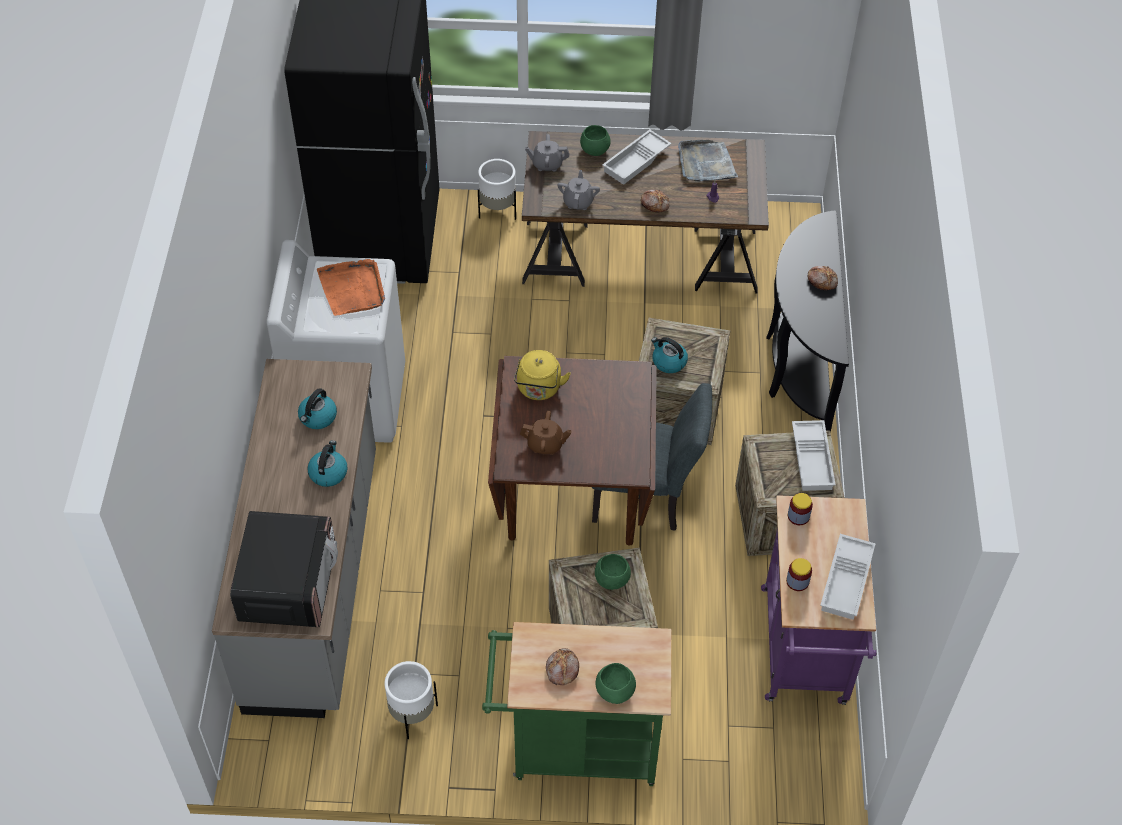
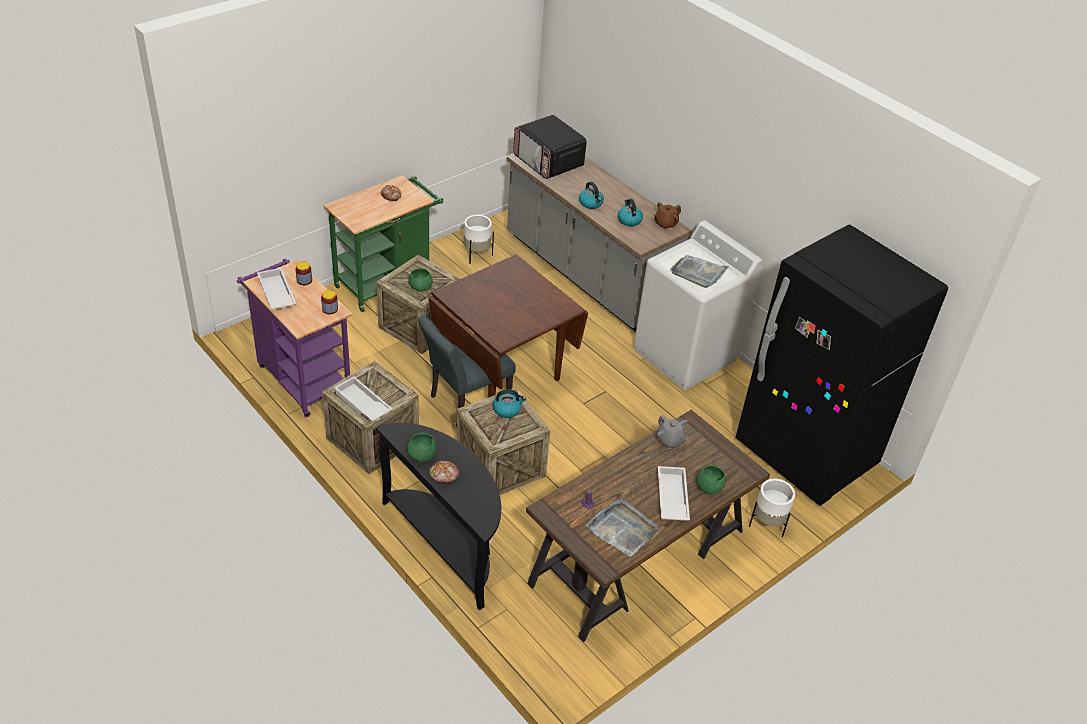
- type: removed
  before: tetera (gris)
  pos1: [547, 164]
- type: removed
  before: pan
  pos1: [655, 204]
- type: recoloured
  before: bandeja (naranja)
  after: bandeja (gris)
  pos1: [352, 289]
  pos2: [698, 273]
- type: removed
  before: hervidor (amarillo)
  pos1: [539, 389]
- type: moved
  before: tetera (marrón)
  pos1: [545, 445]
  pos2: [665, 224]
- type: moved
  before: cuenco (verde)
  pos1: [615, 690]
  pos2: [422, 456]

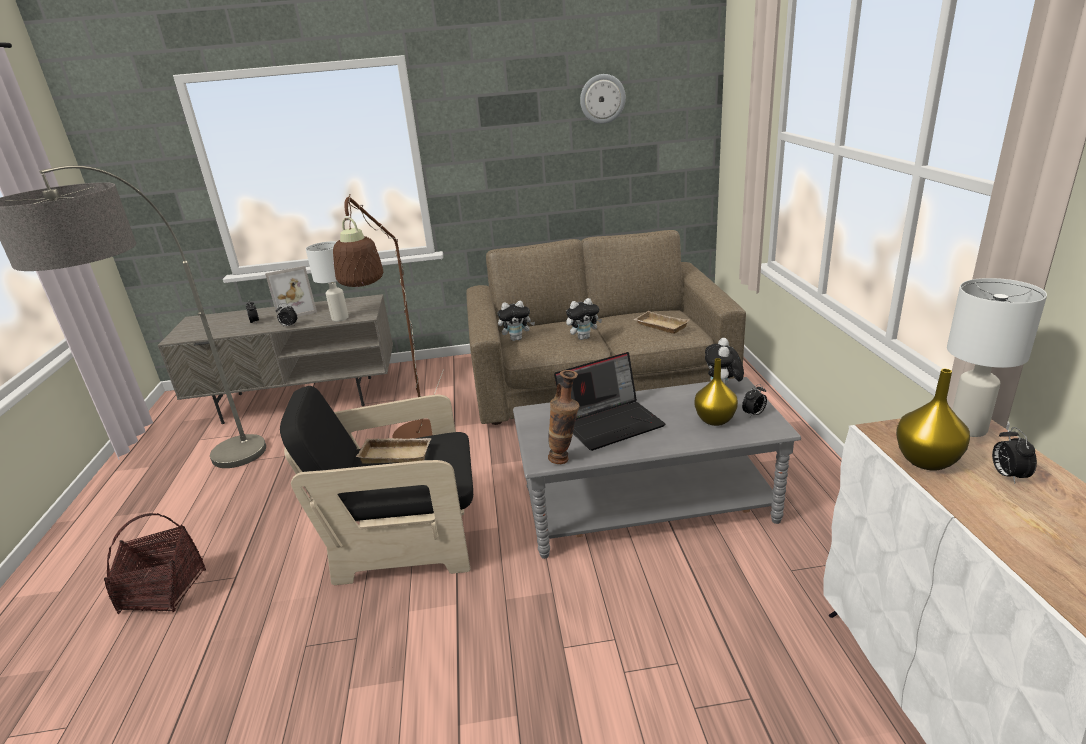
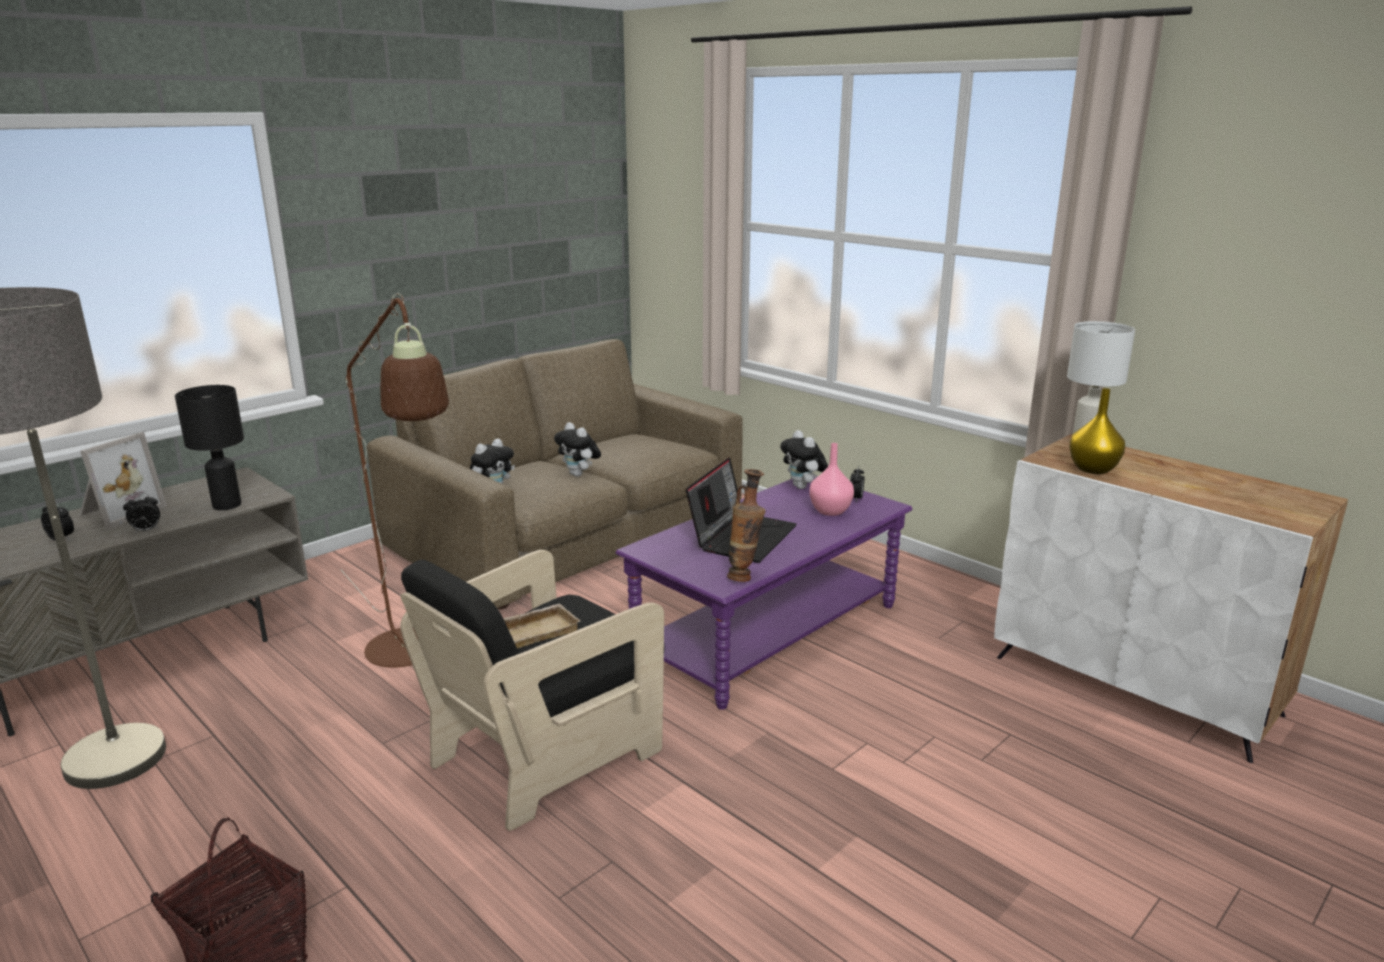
- type: removed
  before: reloj de pared
  pos1: [602, 99]
- type: recoloured
  before: lámpara de mesa (blanco)
  after: lámpara de mesa (negro)
  pos1: [340, 318]
  pos2: [227, 505]
- type: turned
  before: peluche
  pos1: [584, 337]
  pos2: [579, 475]
  turn: 105
- type: removed
  before: bandeja (beis)
  pos1: [659, 326]
- type: recoloured
  before: florero (amarillo)
  after: florero (rosa)
  pos1: [716, 420]
  pos2: [831, 511]
- type: recoloured
  before: mesa de centro (gris)
  after: mesa de centro (morado)
  pos1: [648, 506]
  pos2: [769, 631]
- type: removed
  before: despertador
  pos1: [1007, 475]

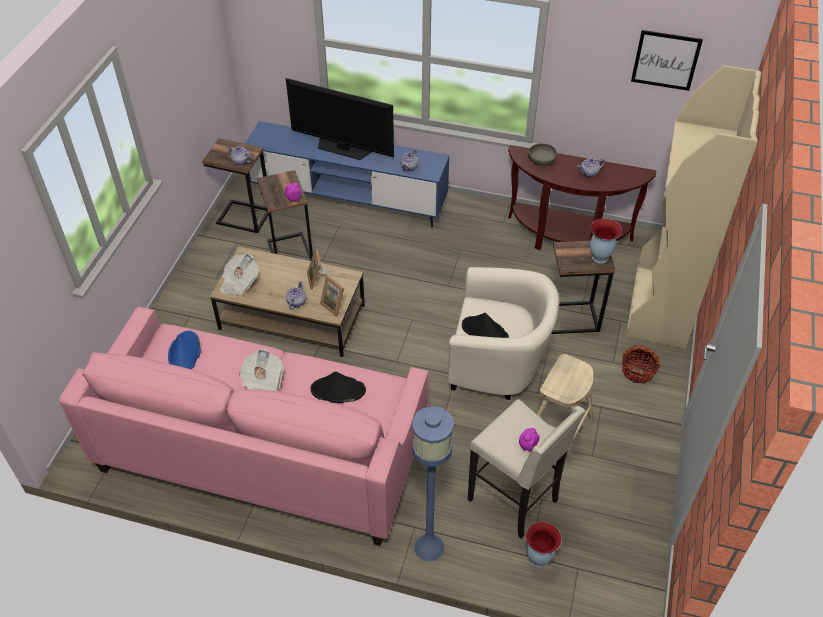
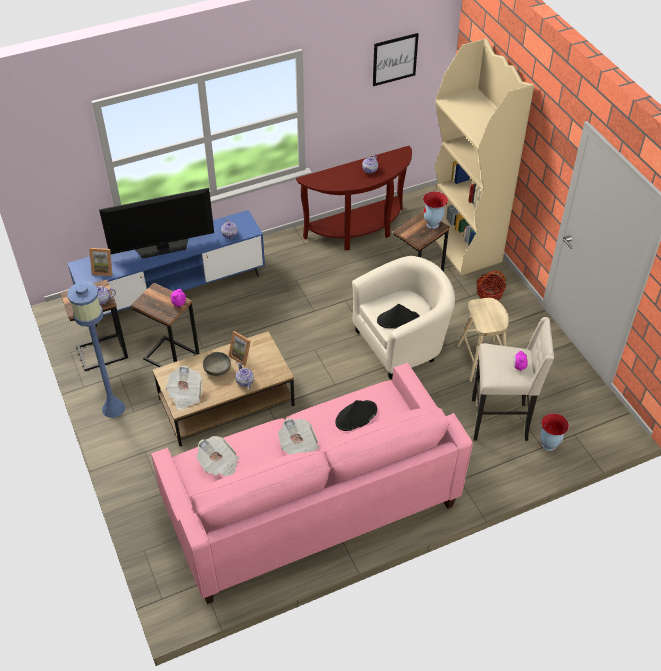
- type: moved
  before: cuenco (gris)
  pos1: [541, 161]
  pos2: [217, 369]
- type: moved
  before: portarretratos
  pos1: [335, 305]
  pos2: [103, 270]
- type: replaced
  before: sombrero (azul)
  after: periódico
  pos1: [184, 353]
  pos2: [219, 464]
- type: moved
  before: lámpara de pie (azul)
  pos1: [428, 547]
  pos2: [113, 408]

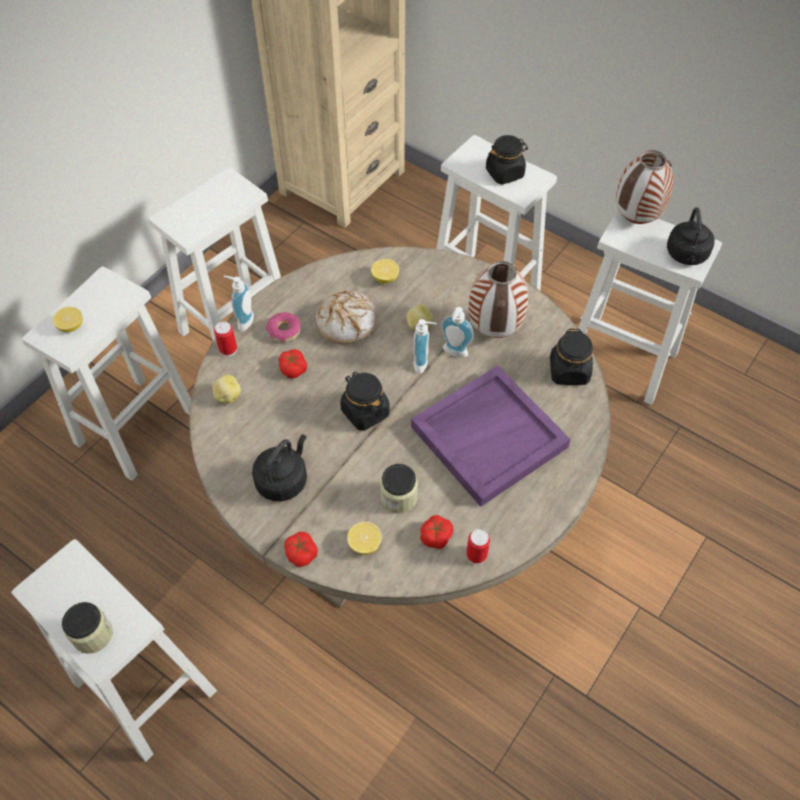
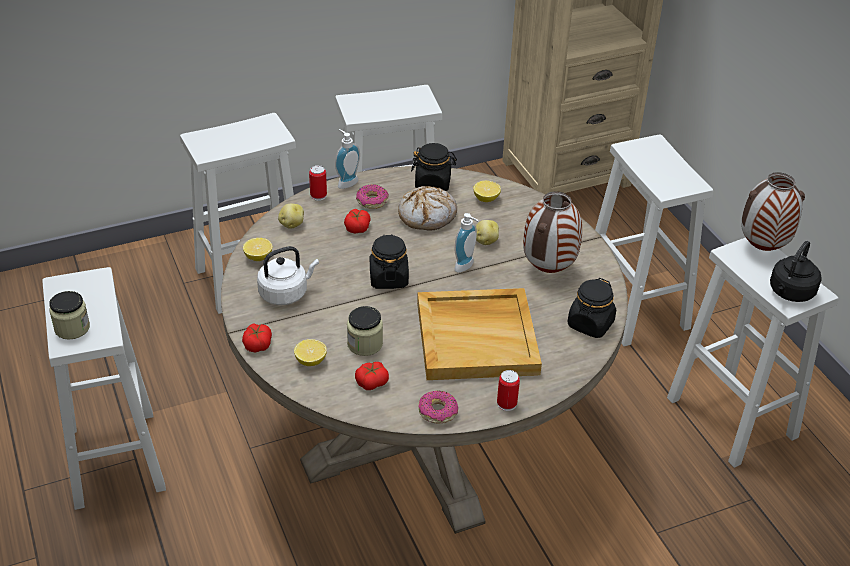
- type: moved
  before: tarro (negro)
  pos1: [505, 173]
  pos2: [433, 183]
- type: moved
  before: limón
  pos1: [71, 326]
  pos2: [258, 257]
- type: removed
  before: dispensador de jabón
  pos1: [454, 353]
- type: recoloured
  before: bandeja (morado)
  after: bandeja (beis)
  pos1: [489, 435]
  pos2: [477, 337]
- type: recoloured
  before: hervidor (negro)
  after: hervidor (blanco)
  pos1: [283, 480]
  pos2: [286, 293]
- type: moved
  before: lata
  pos1: [476, 555]
  pos2: [506, 404]
- type: added
  after: rosquilla
  pos2: [437, 411]

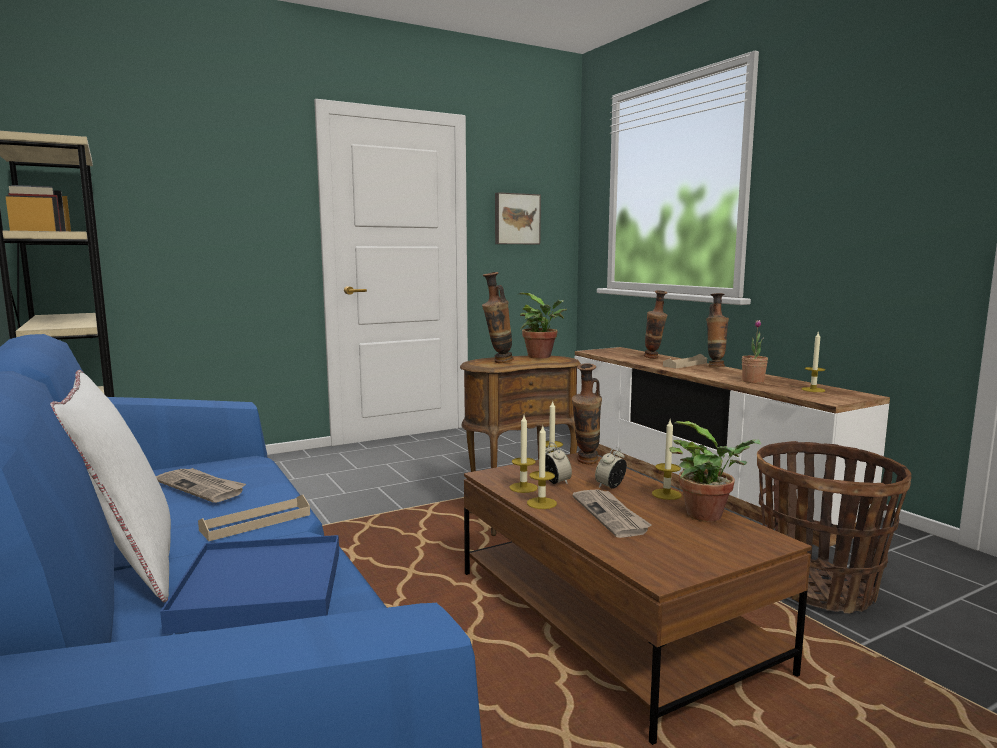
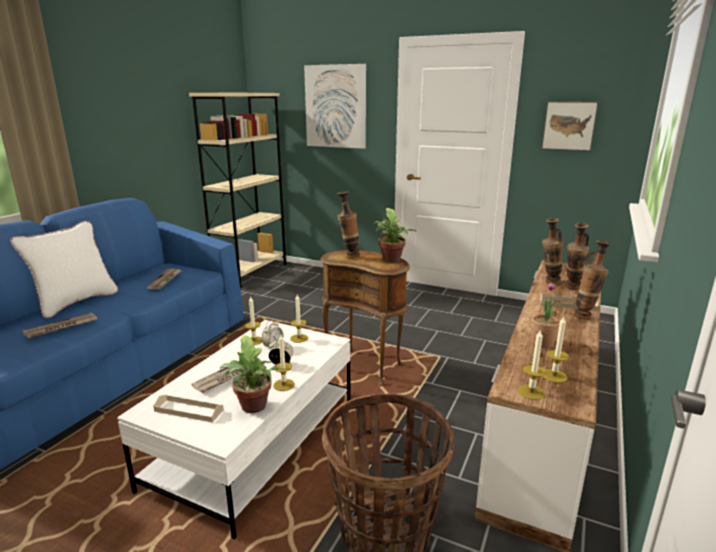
- type: moved
  before: florero
  pos1: [586, 463]
  pos2: [548, 283]
- type: moved
  before: vela
  pos1: [541, 503]
  pos2: [531, 392]
- type: recoloured
  before: mesa de centro (marrón)
  after: mesa de centro (blanco)
  pos1: [608, 619]
  pos2: [255, 441]
- type: moved
  before: bandeja (beis)
  pos1: [256, 522]
  pos2: [189, 410]
- type: replaced
  before: bandeja (azul)
  after: periódico
  pos1: [261, 589]
  pos2: [61, 327]
- type: added
  after: cuadro
  pos2: [335, 106]

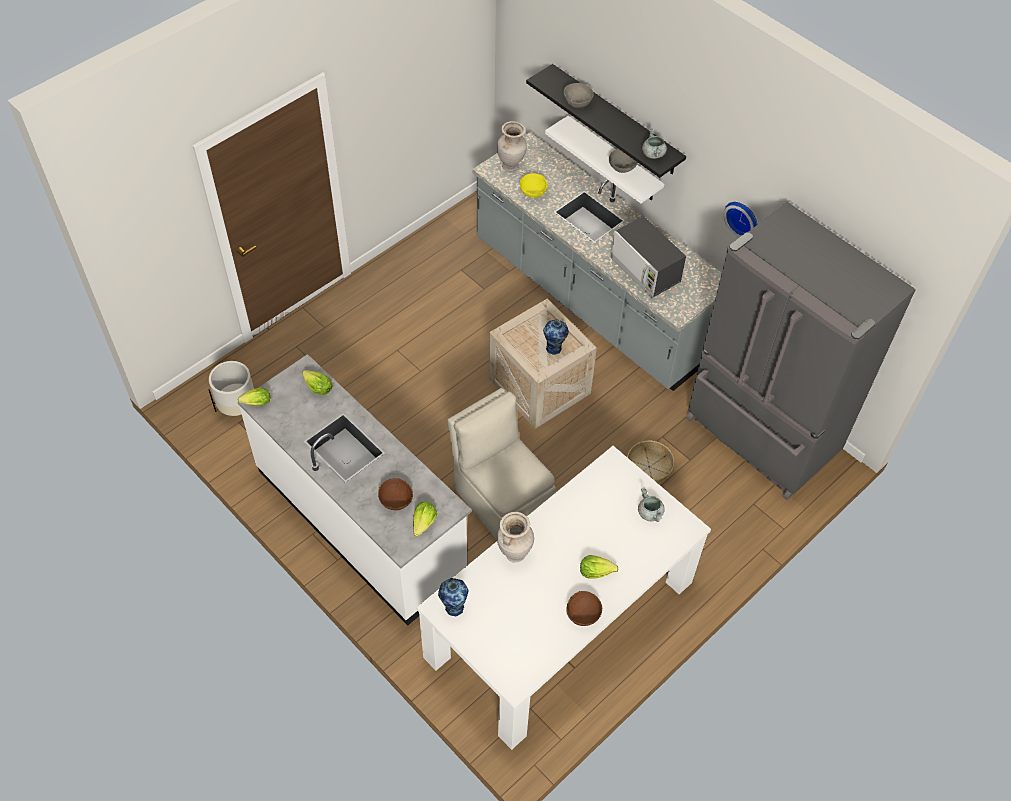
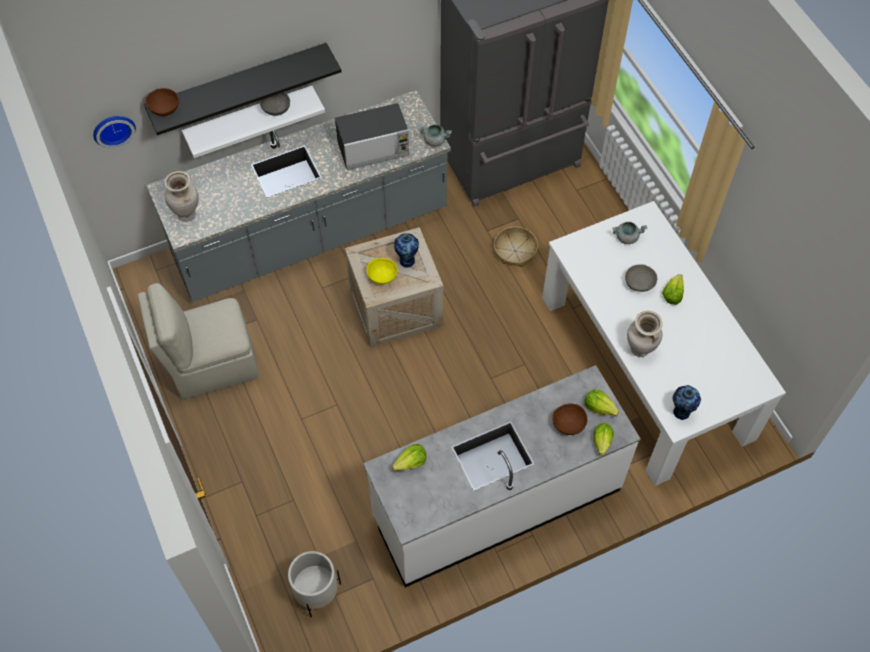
- type: moved
  before: cuenco (gris)
  pos1: [577, 103]
  pos2: [639, 284]
- type: moved
  before: olla (gris)
  pos1: [653, 154]
  pos2: [435, 140]
- type: moved
  before: cuenco (amarillo)
  pos1: [533, 192]
  pos2: [382, 276]
- type: moved
  before: reloj de pared
  pos1: [743, 218]
  pos2: [113, 128]
- type: moved
  before: lechuga
  pos1: [255, 403]
  pos2: [602, 444]
- type: moved
  before: silla (beis)
  pos1: [502, 499]
  pos2: [211, 364]
- type: moved
  before: cuenco (marrón)
  pos1: [583, 614]
  pos2: [165, 110]

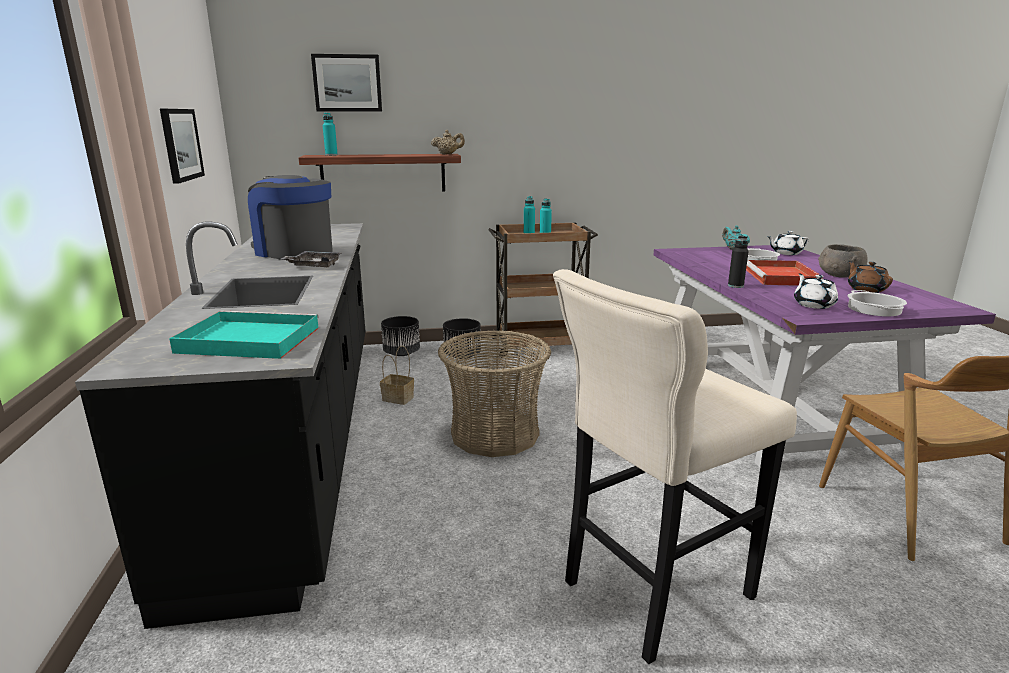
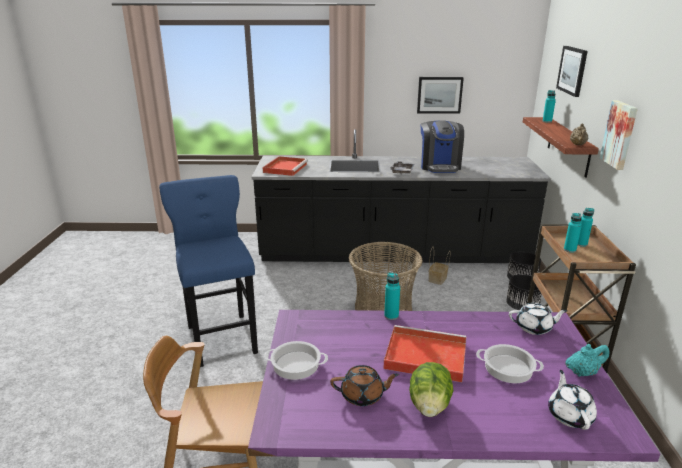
- type: turned
  before: cafetera
  pos1: [293, 252]
  pos2: [440, 166]
  turn: 135
- type: recoloured
  before: botella (negro)
  after: botella (turquesa)
  pos1: [735, 286]
  pos2: [391, 316]
- type: replaced
  before: cuenco (gris)
  after: lechuga
  pos1: [839, 275]
  pos2: [429, 405]
- type: recoloured
  before: taburete (beis)
  after: taburete (azul)
  pos1: [651, 593]
  pos2: [221, 337]
- type: moved
  before: tetera (blanco)
  pos1: [813, 305]
  pos2: [534, 328]
- type: recoloured
  before: bandeja (turquesa)
  after: bandeja (rojo)
  pos1: [246, 340]
  pos2: [285, 168]
- type: added
  after: cuadro
  pos2: [620, 134]

